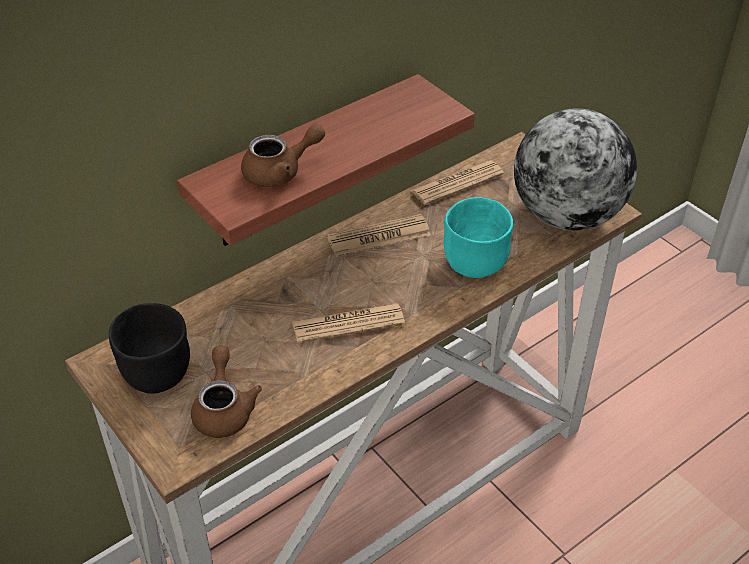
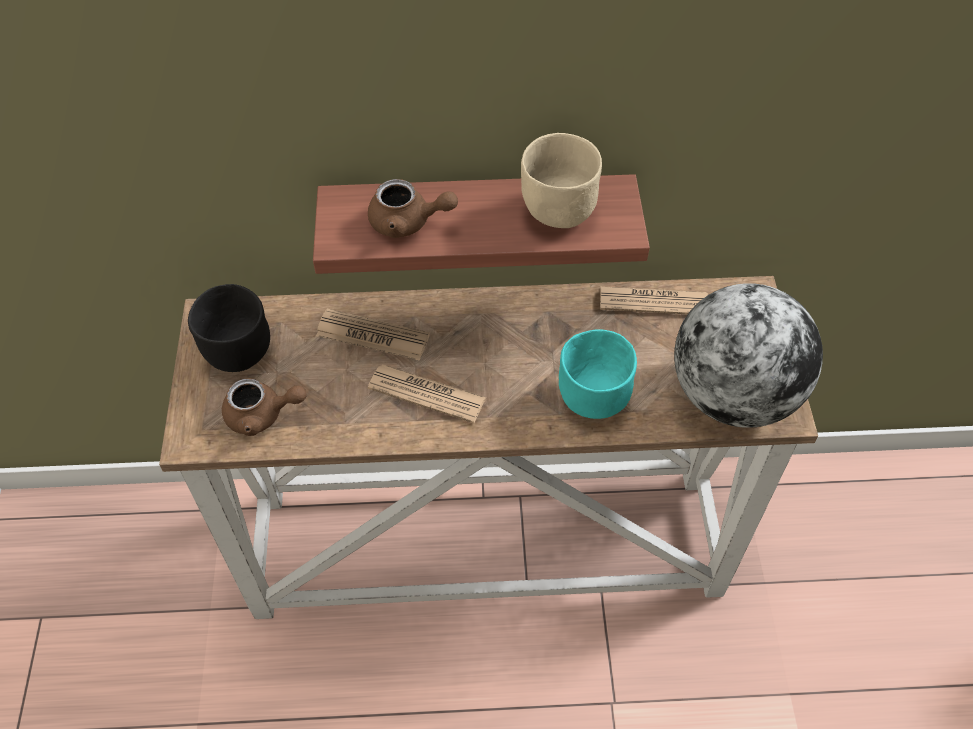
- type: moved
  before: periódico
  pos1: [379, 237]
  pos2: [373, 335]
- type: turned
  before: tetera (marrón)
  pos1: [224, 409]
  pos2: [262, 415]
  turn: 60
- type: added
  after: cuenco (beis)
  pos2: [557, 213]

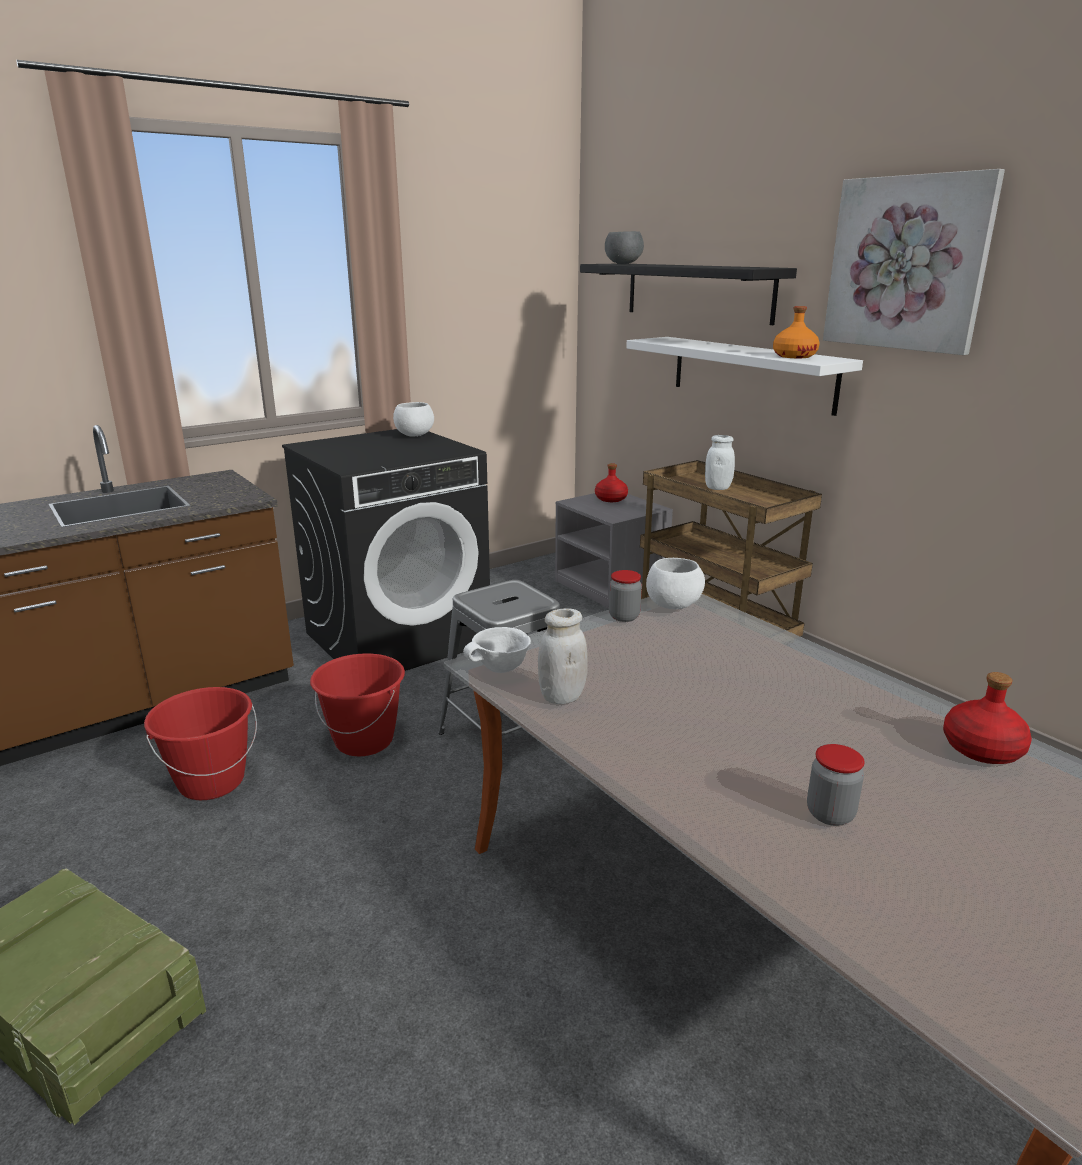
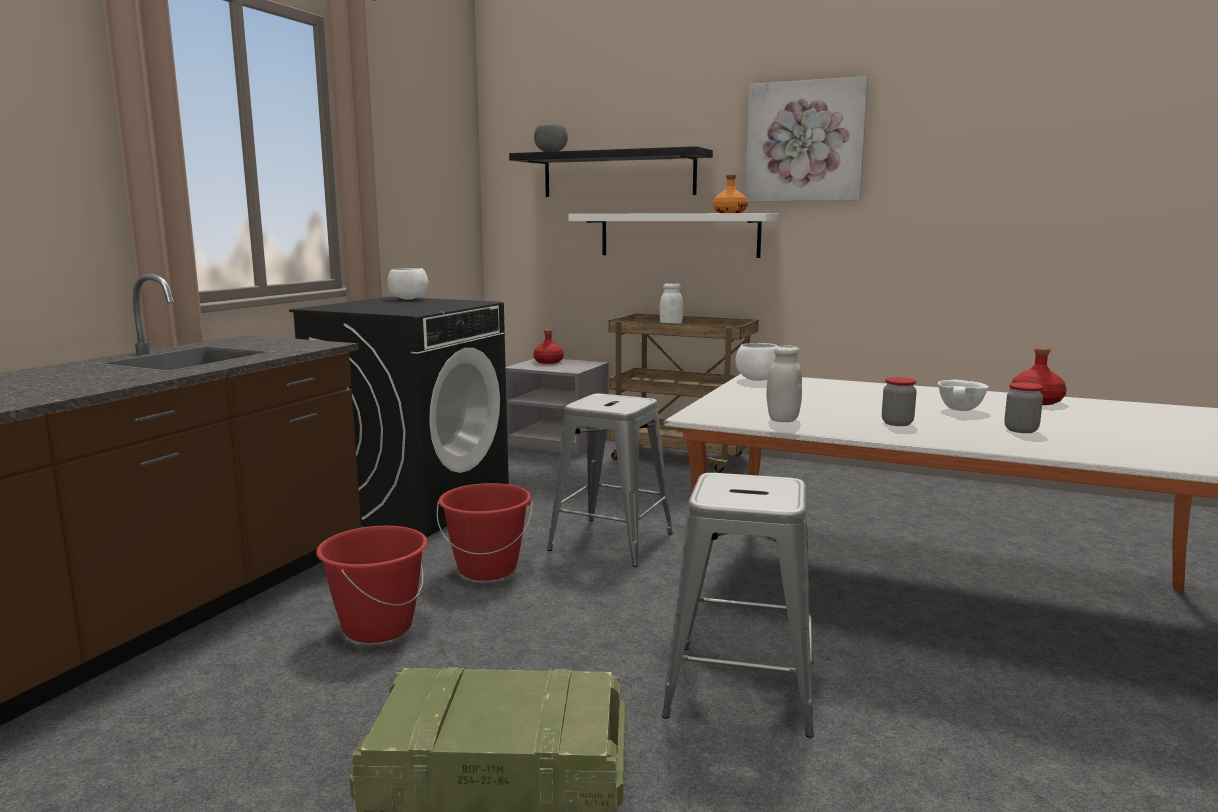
- type: moved
  before: tarro
  pos1: [624, 617]
  pos2: [897, 423]
- type: moved
  before: cuenco (blanco)
  pos1: [500, 669]
  pos2: [961, 410]
- type: added
  after: taburete (gris)
  pos2: [742, 688]

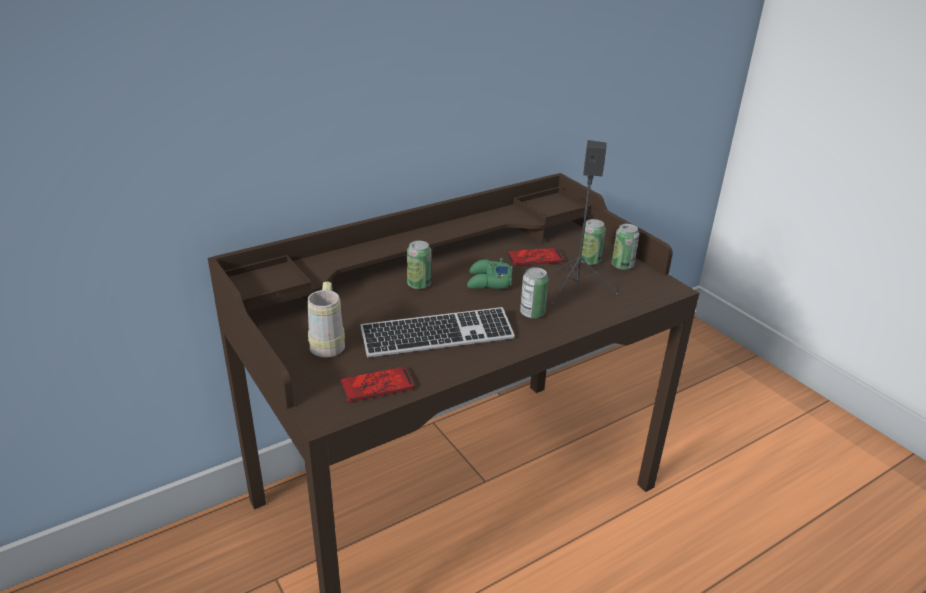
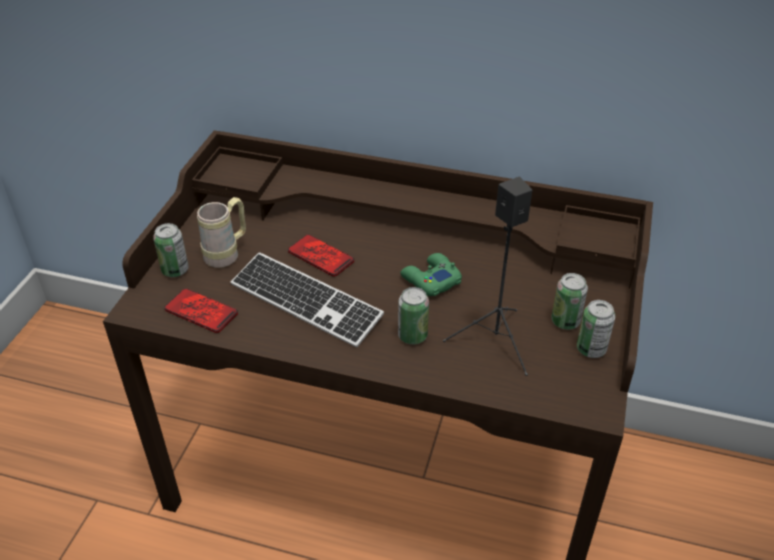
- type: moved
  before: lata
  pos1: [419, 284]
  pos2: [175, 270]
- type: moved
  before: móvil
  pos1: [535, 258]
  pos2: [321, 256]

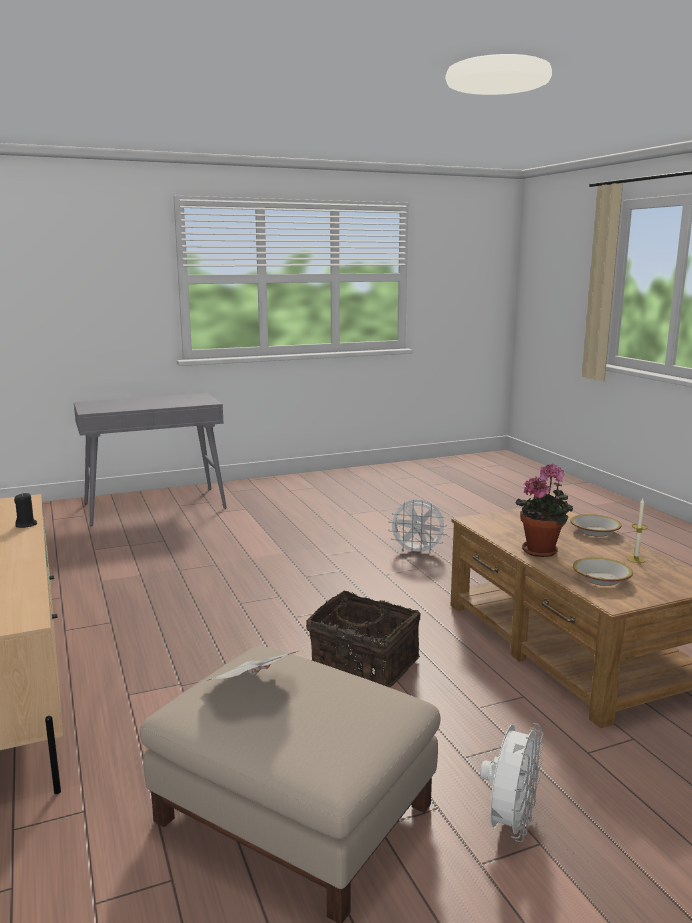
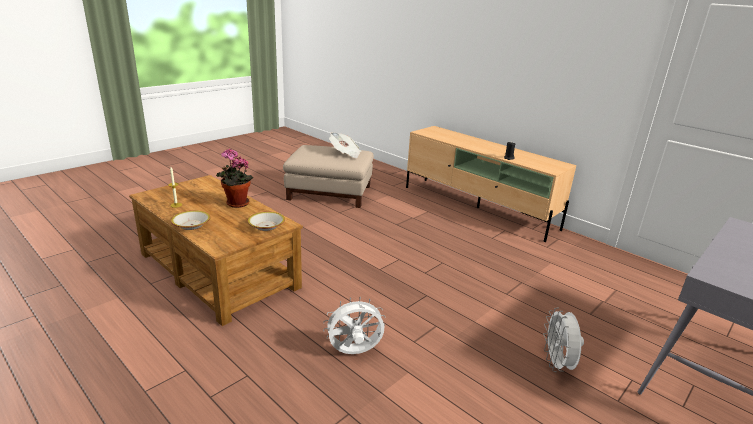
- type: moved
  before: cuenco
  pos1: [601, 579]
  pos2: [267, 226]
- type: removed
  before: cesta
  pos1: [363, 664]
- type: moved
  before: ventilador (blanco)
  pos1: [510, 824]
  pos2: [557, 364]

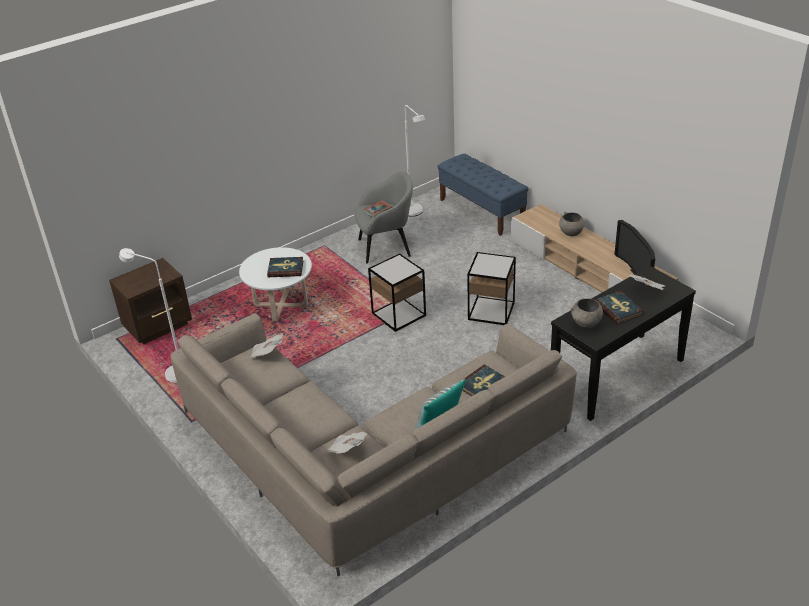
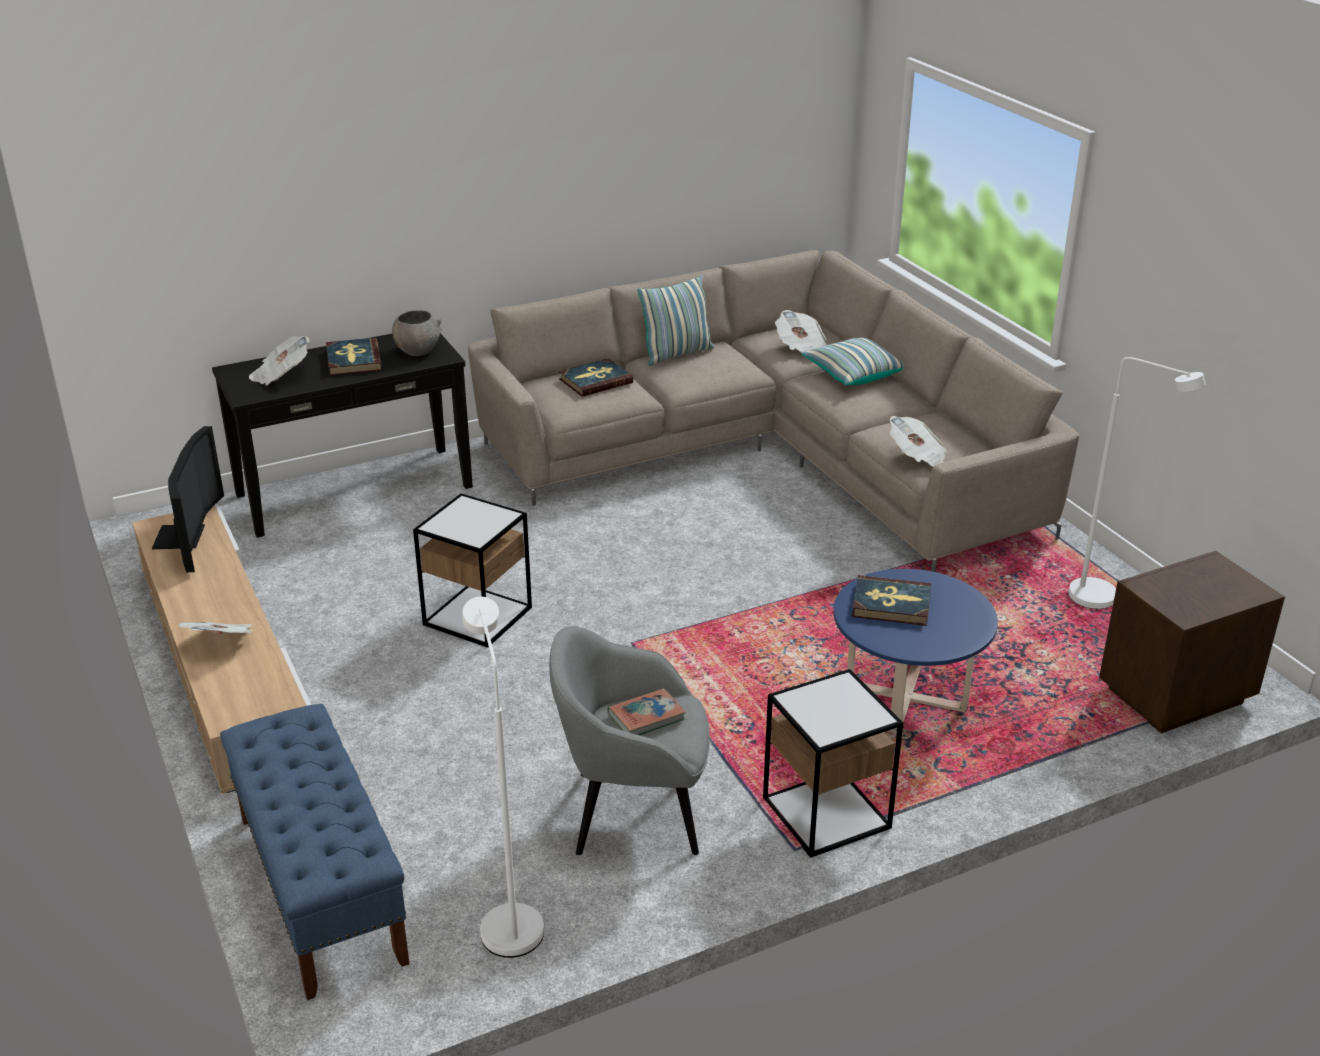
- type: replaced
  before: cuenco (gris)
  after: periódico
  pos1: [571, 233]
  pos2: [222, 642]
- type: recoloured
  before: mesa de centro (blanco)
  after: mesa de centro (azul)
  pos1: [281, 305]
  pos2: [905, 698]
- type: moved
  before: mesa auxiliar
  pos1: [399, 314]
  pos2: [826, 813]
- type: added
  after: cojín
  pos2: [853, 374]

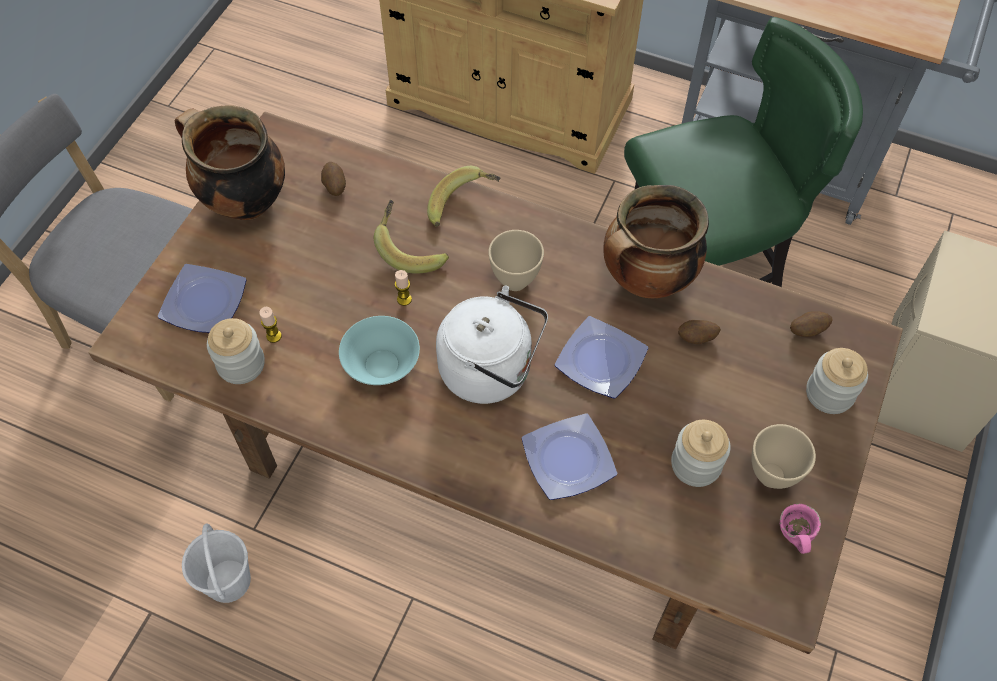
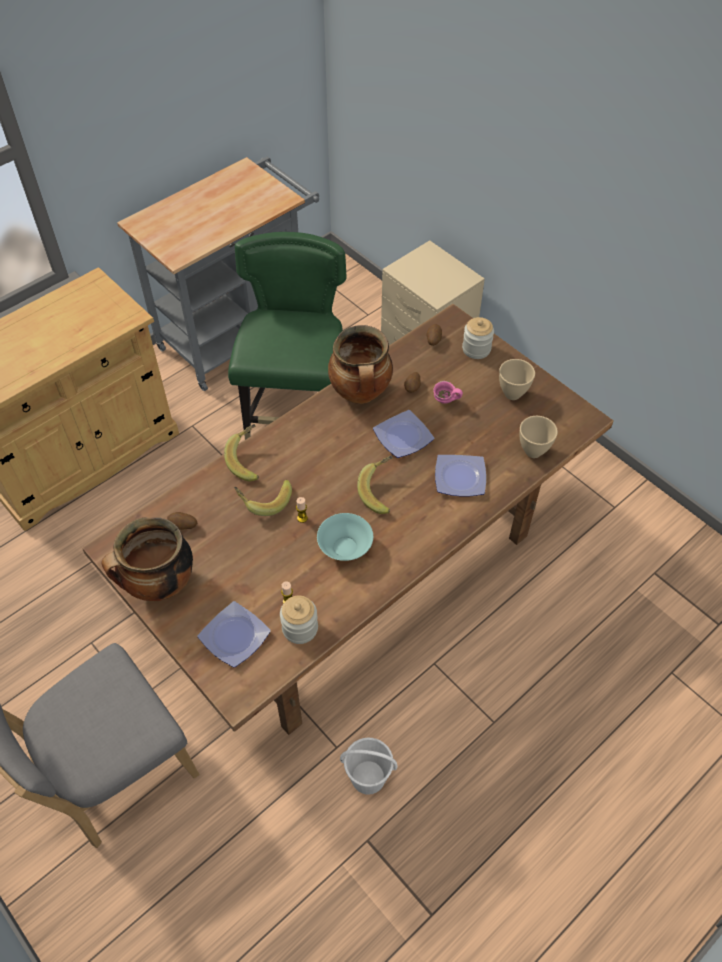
- type: moved
  before: cuenco (beis)
  pos1: [513, 281]
  pos2: [533, 452]
- type: replaced
  before: hervidor (blanco)
  after: plátano
  pos1: [491, 371]
  pos2: [381, 492]
- type: removed
  before: tarro
  pos1: [696, 464]
- type: moved
  before: taza grande (rosa)
  pos1: [792, 536]
  pos2: [445, 402]

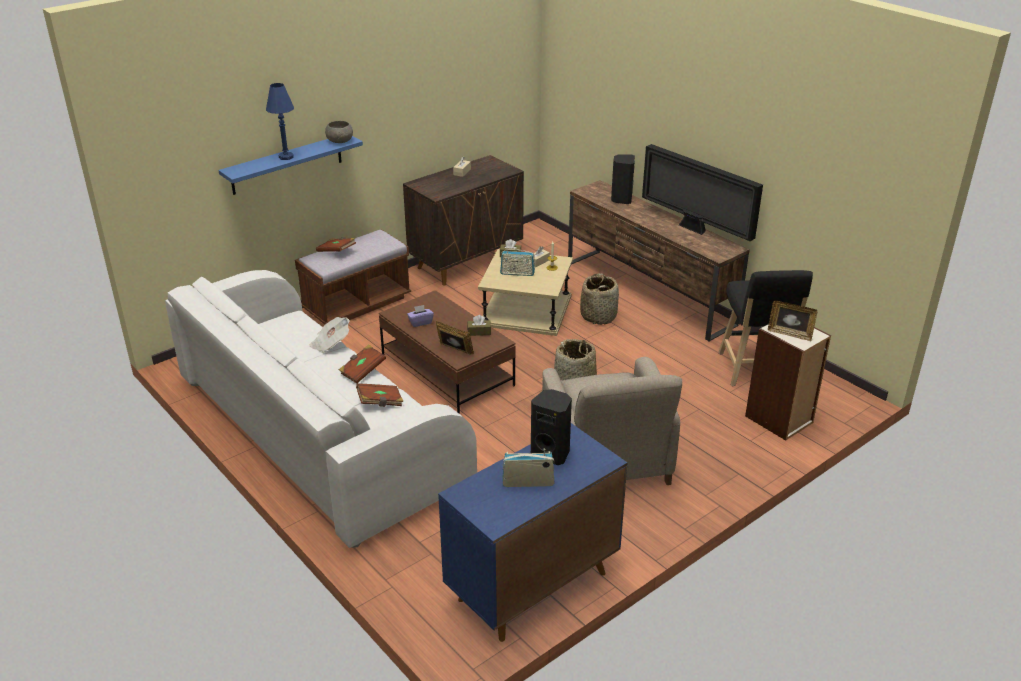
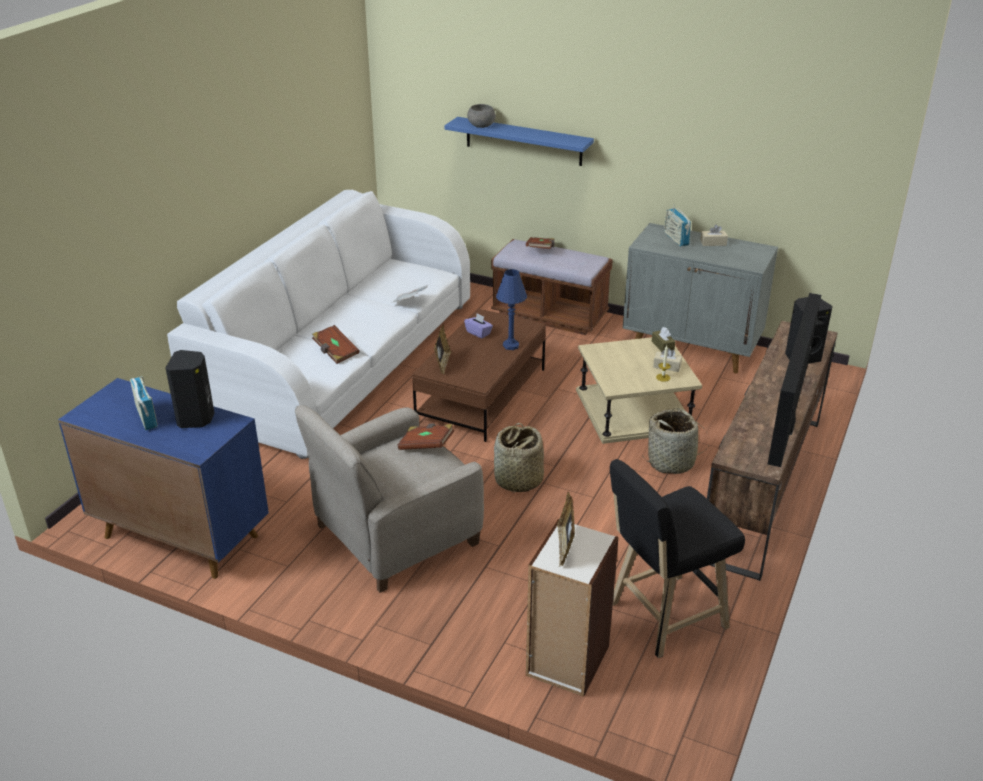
- type: moved
  before: lámpara de mesa (azul)
  pos1: [286, 157]
  pos2: [510, 346]
- type: moved
  before: cuenco (gris)
  pos1: [340, 141]
  pos2: [481, 125]
- type: recoloured
  before: armario (marrón)
  after: armario (gris)
  pos1: [467, 262]
  pos2: [692, 348]
- type: moved
  before: radio
  pos1: [517, 273]
  pos2: [676, 239]
- type: removed
  before: caja de pañuelos (marrón)
  pos1: [479, 332]
- type: moved
  before: libro (marrón)
  pos1: [362, 371]
  pos2: [426, 445]

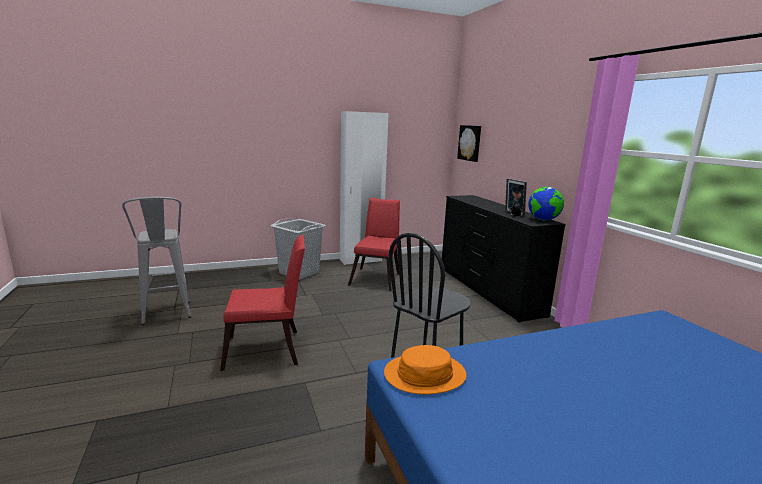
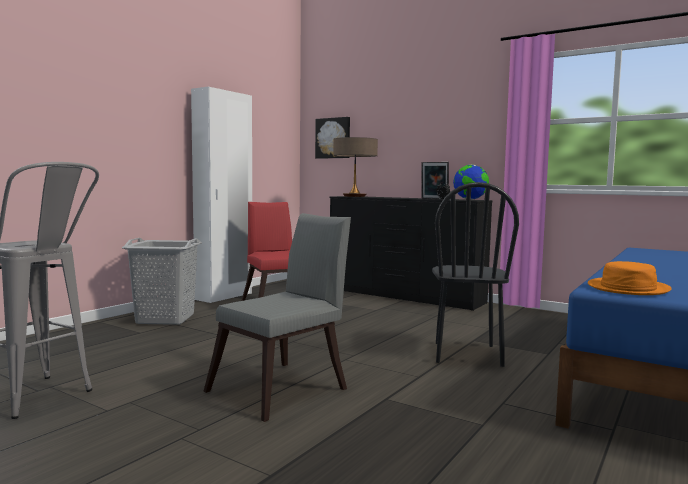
- type: recoloured
  before: silla (rojo)
  after: silla (gris)
  pos1: [268, 350]
  pos2: [285, 388]
- type: added
  after: lámpara de mesa
  pos2: [354, 196]

